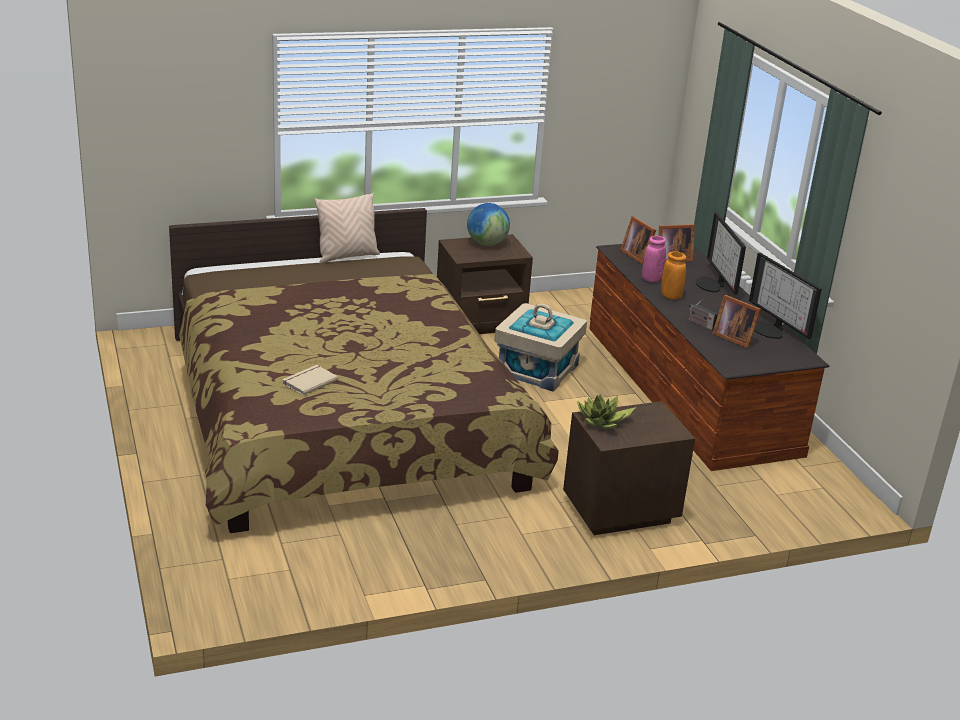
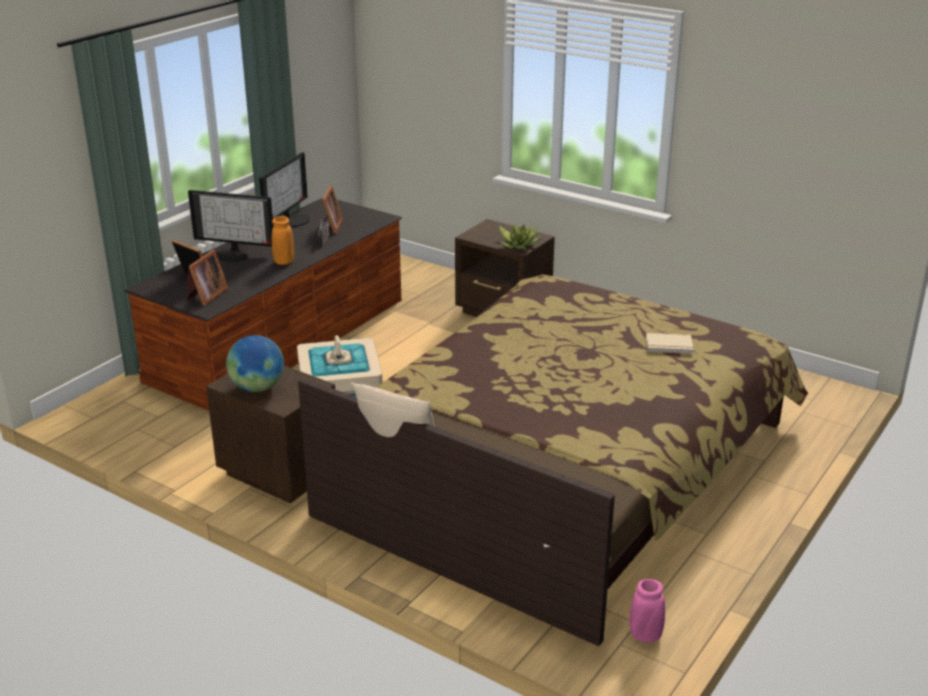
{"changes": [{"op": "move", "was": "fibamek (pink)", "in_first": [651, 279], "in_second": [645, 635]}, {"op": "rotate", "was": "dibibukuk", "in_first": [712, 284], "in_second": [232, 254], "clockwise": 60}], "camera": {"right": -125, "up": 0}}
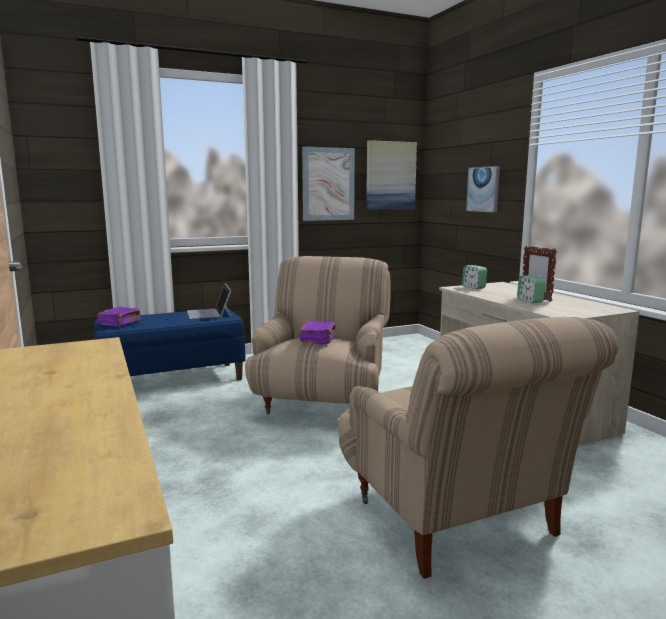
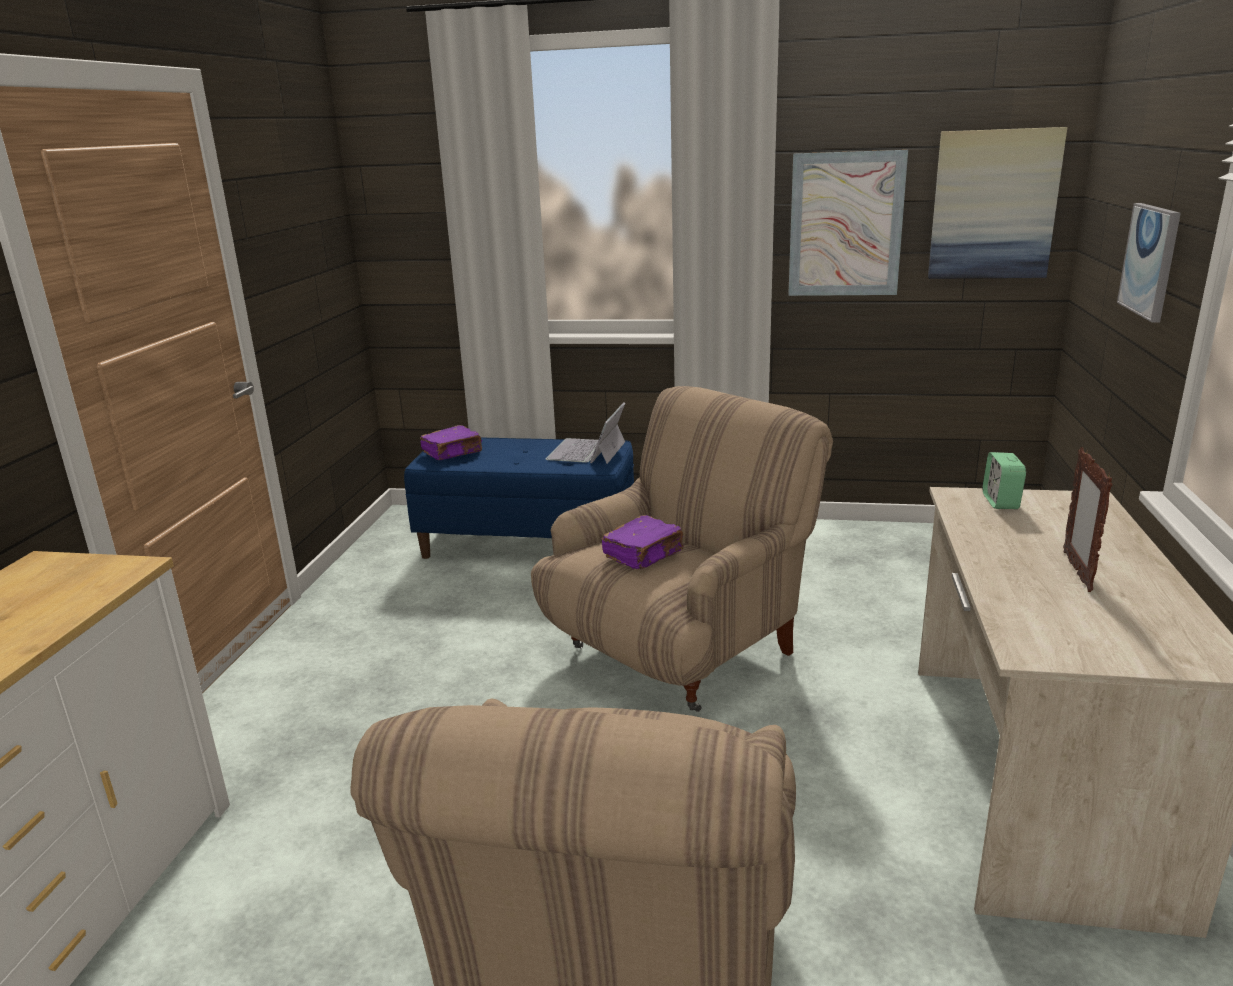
{"changes": [{"op": "delete", "was": "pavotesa", "in_first": [530, 301]}], "camera": {"right": 35, "up": 10}}
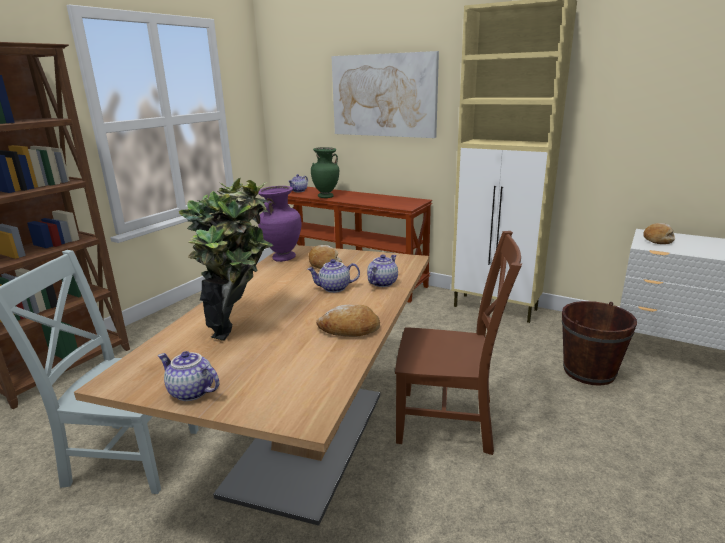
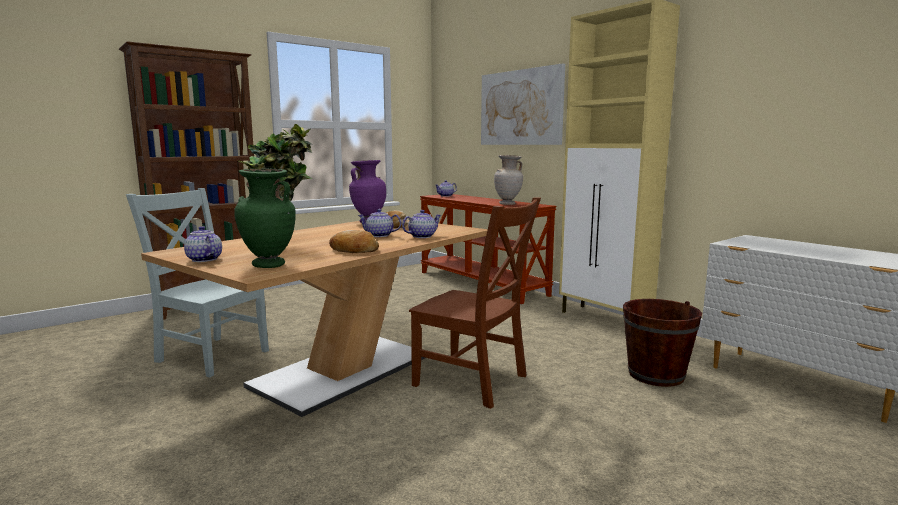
{"changes": [{"op": "delete", "was": "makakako", "in_first": [658, 239]}, {"op": "insert", "now": "fibamek (beige)", "in_second": [507, 204]}, {"op": "move", "was": "fibamek (green)", "in_first": [326, 197], "in_second": [268, 265]}], "camera": {"right": 20, "up": -10}}
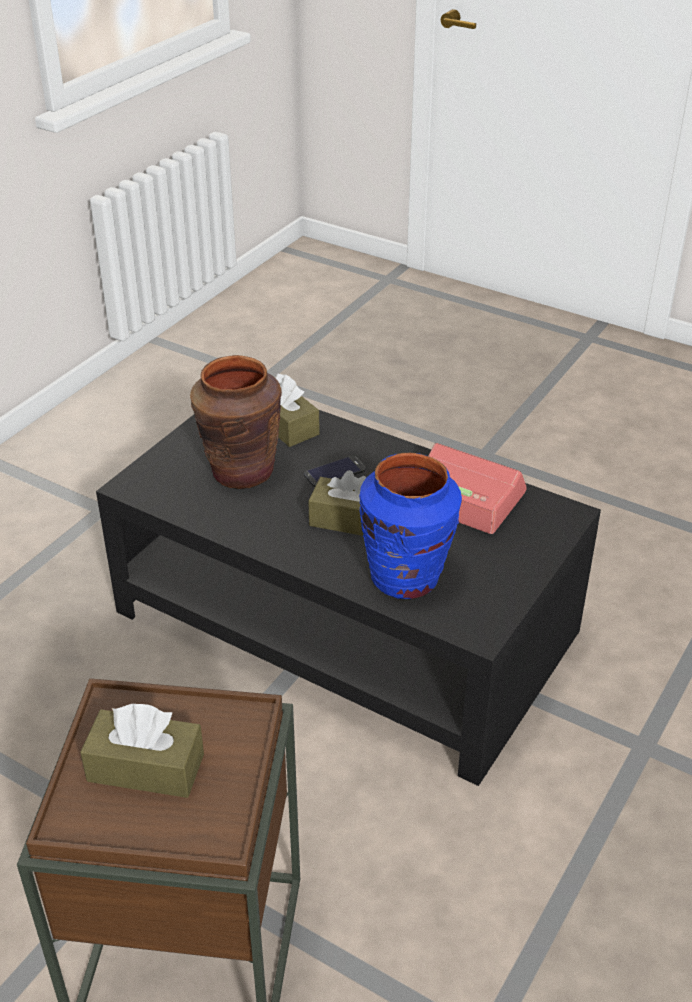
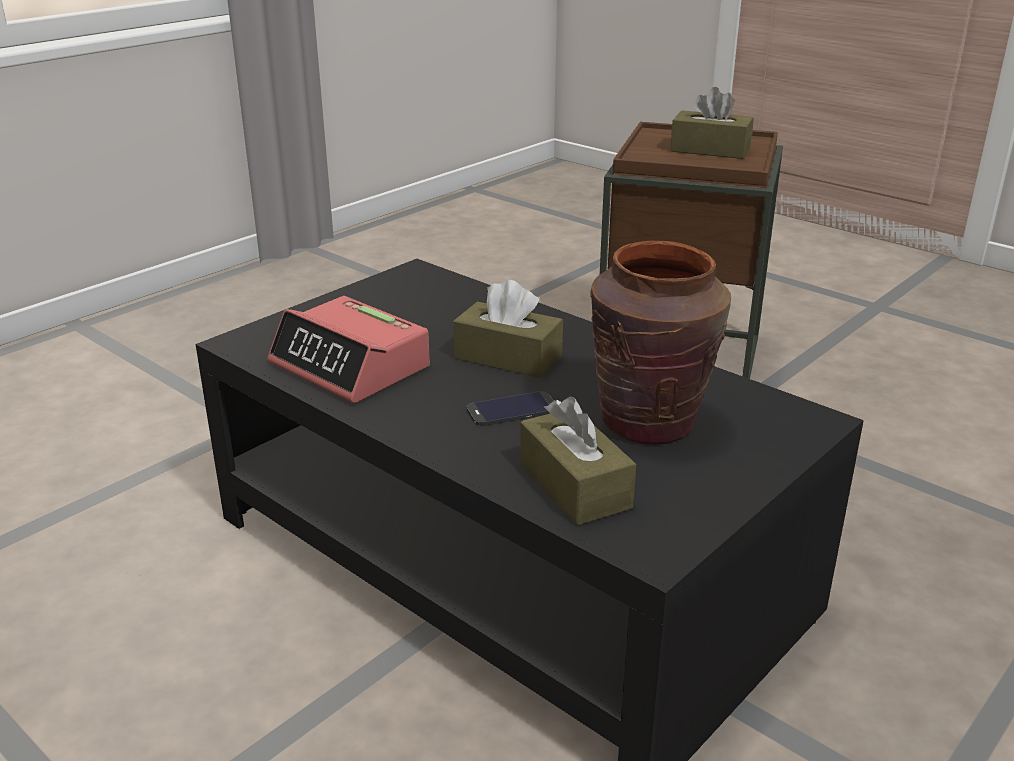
{"changes": [{"op": "delete", "was": "fibamek (blue)", "in_first": [406, 578]}], "camera": {"right": -170, "up": -10}}
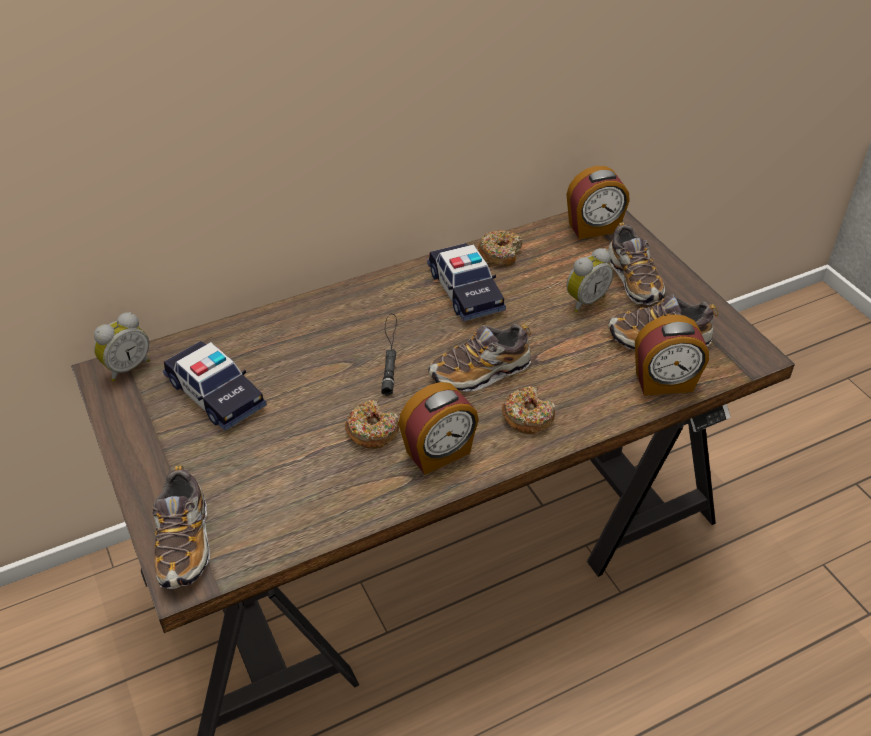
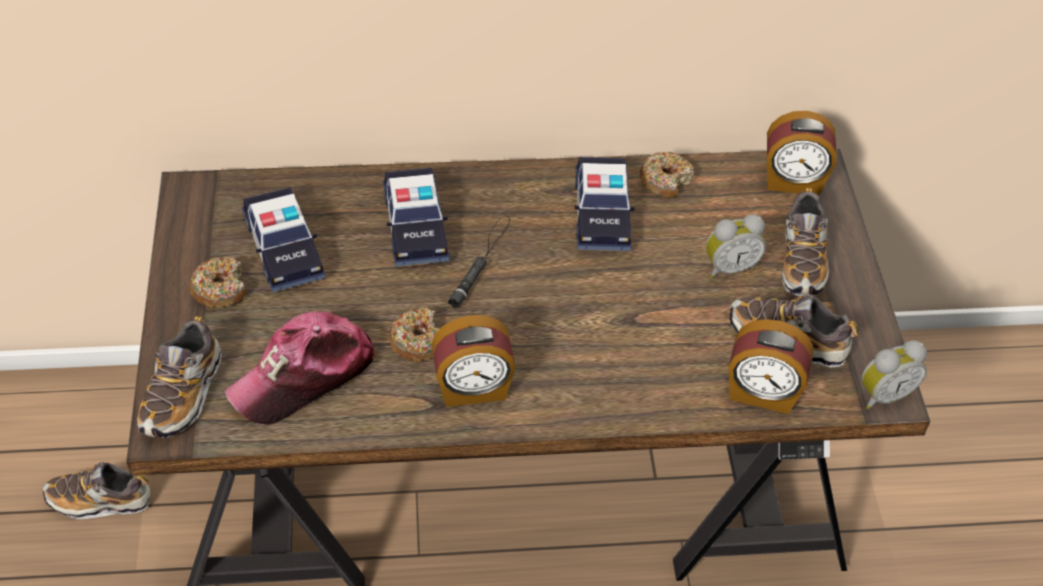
{"changes": [{"op": "insert", "now": "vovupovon", "in_second": [304, 376]}, {"op": "insert", "now": "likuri", "in_second": [415, 226]}, {"op": "move", "was": "pavotesa", "in_first": [127, 367], "in_second": [883, 394]}, {"op": "move", "was": "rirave", "in_first": [480, 372], "in_second": [100, 501]}, {"op": "move", "was": "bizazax", "in_first": [527, 417], "in_second": [220, 289]}], "camera": {"right": 20, "up": 5}}
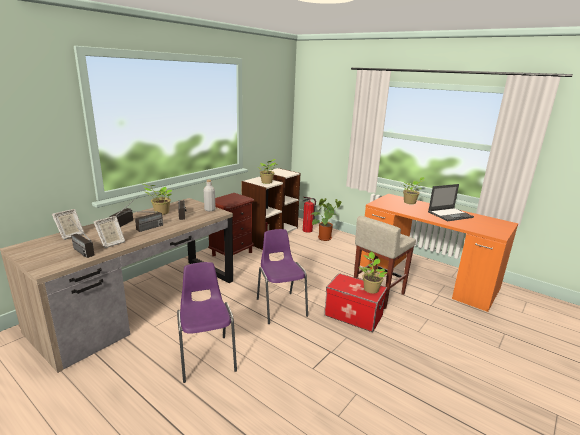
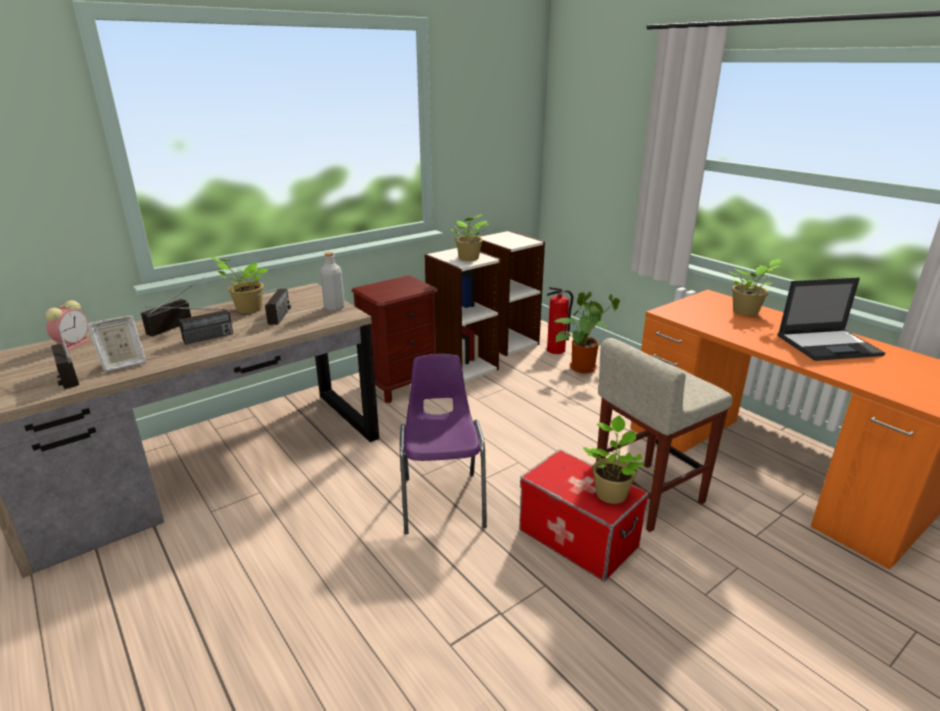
{"changes": [{"op": "delete", "was": "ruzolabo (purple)", "in_first": [206, 356]}, {"op": "replace", "was": "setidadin", "now": "pavotesa", "in_first": [70, 235], "in_second": [74, 344]}], "camera": {"right": 15, "up": 5}}
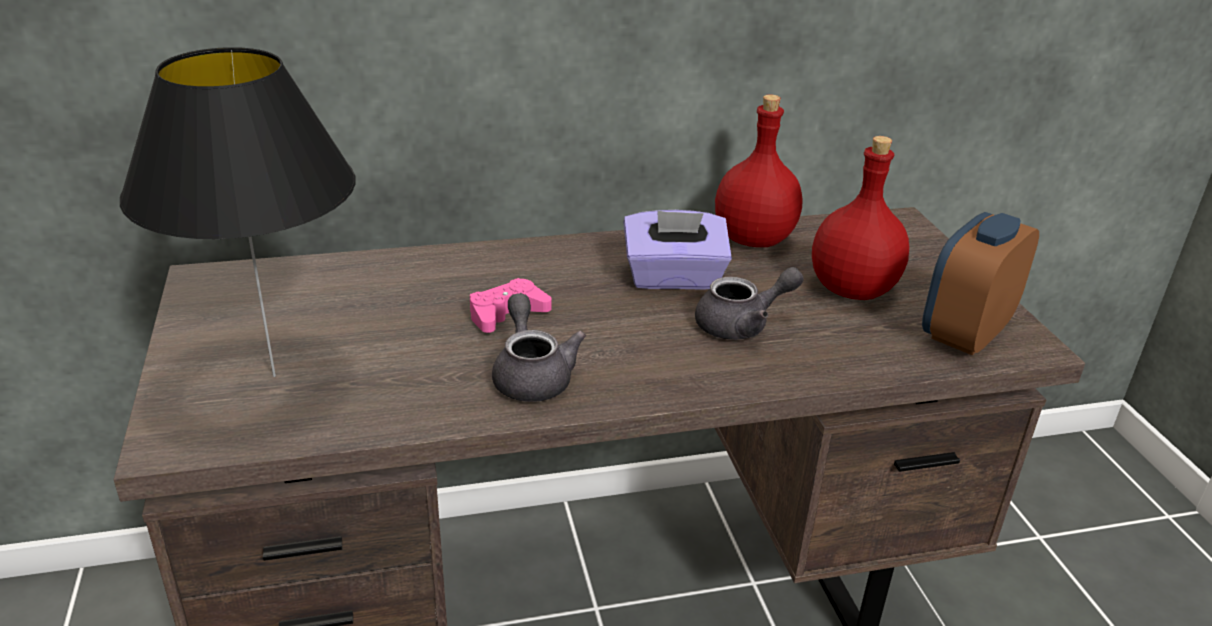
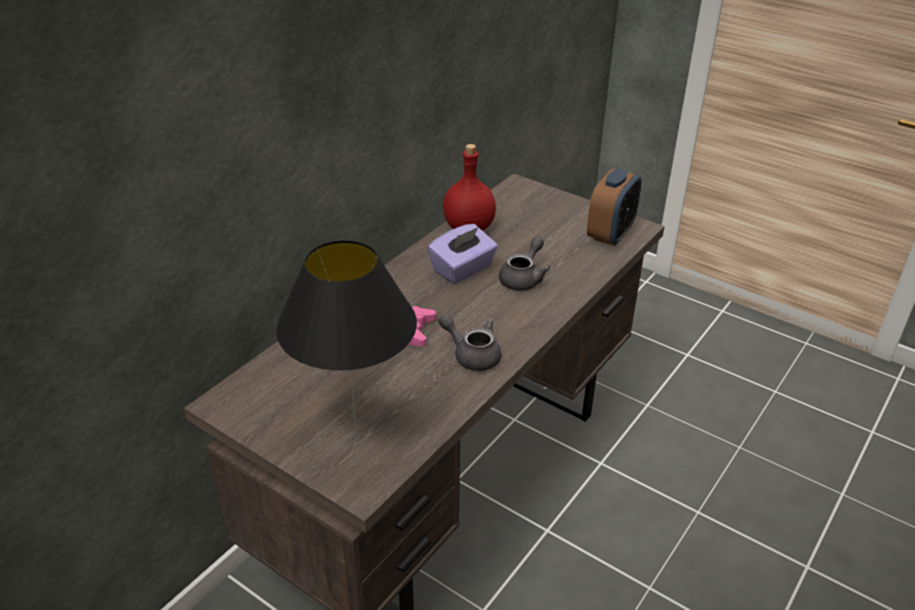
{"changes": [{"op": "delete", "was": "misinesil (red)", "in_first": [854, 290]}, {"op": "rotate", "was": "pavotesa", "in_first": [965, 333], "in_second": [610, 234], "clockwise": -150}], "camera": {"right": -40, "up": 5}}
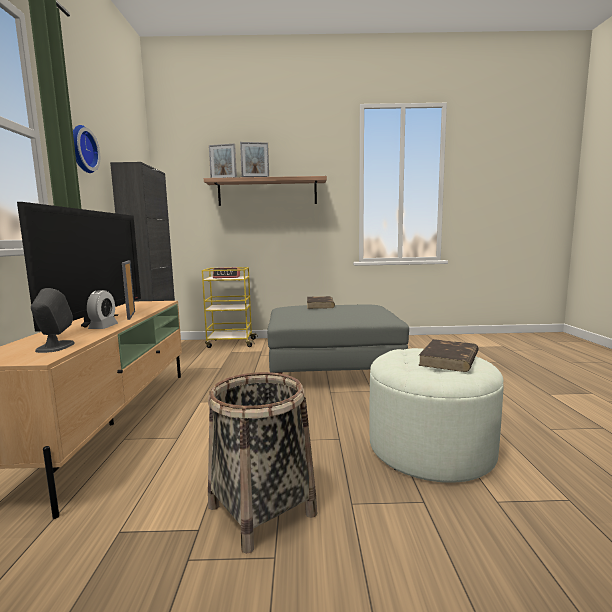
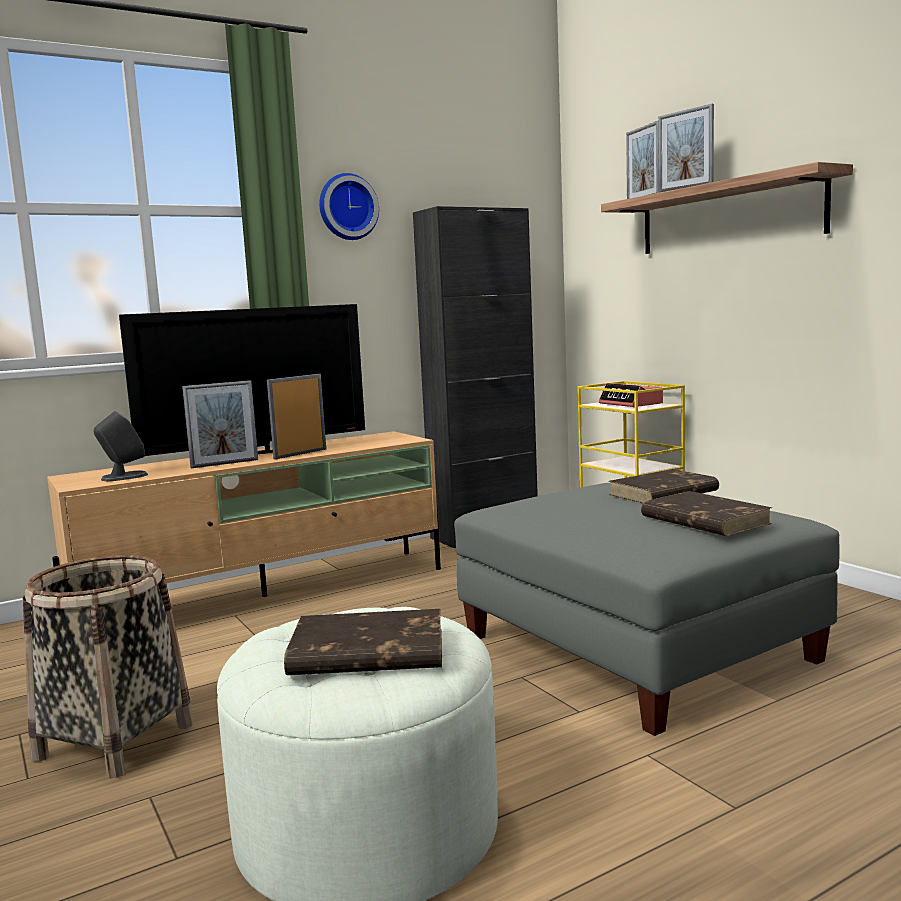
{"changes": [{"op": "insert", "now": "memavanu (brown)", "in_second": [703, 520]}, {"op": "replace", "was": "pavotesa", "now": "setidadin", "in_first": [103, 327], "in_second": [224, 463]}], "camera": {"right": 60, "up": 0}}
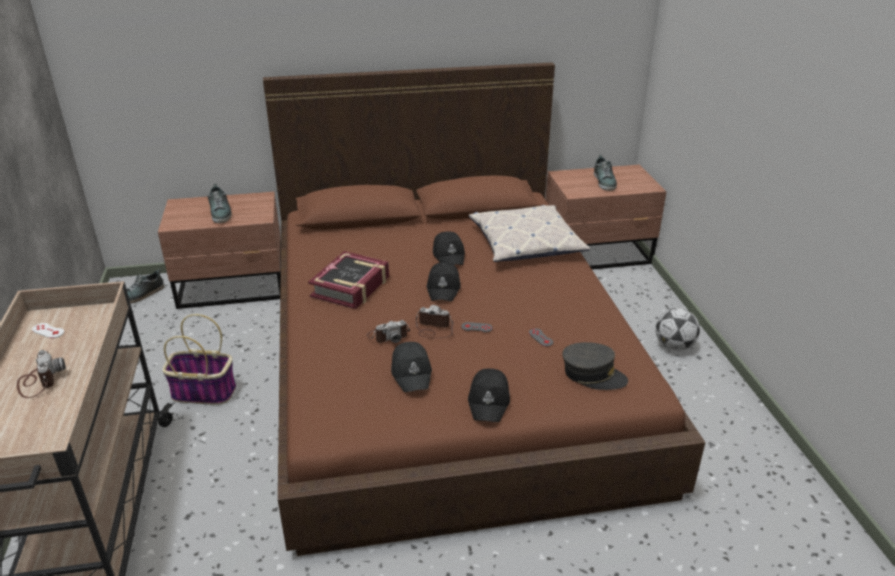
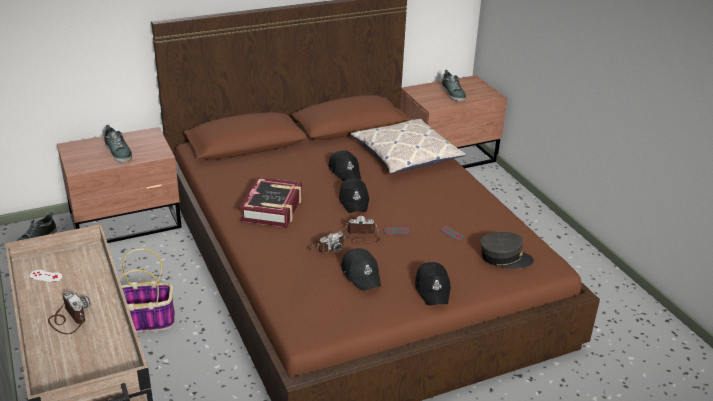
{"changes": [{"op": "delete", "was": "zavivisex", "in_first": [674, 346]}], "camera": {"right": -15, "up": 0}}
